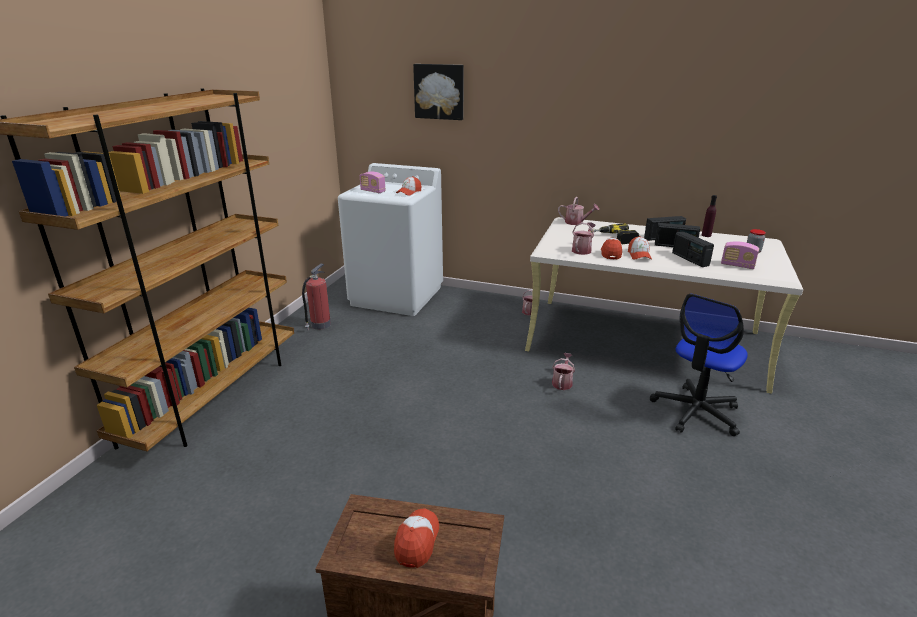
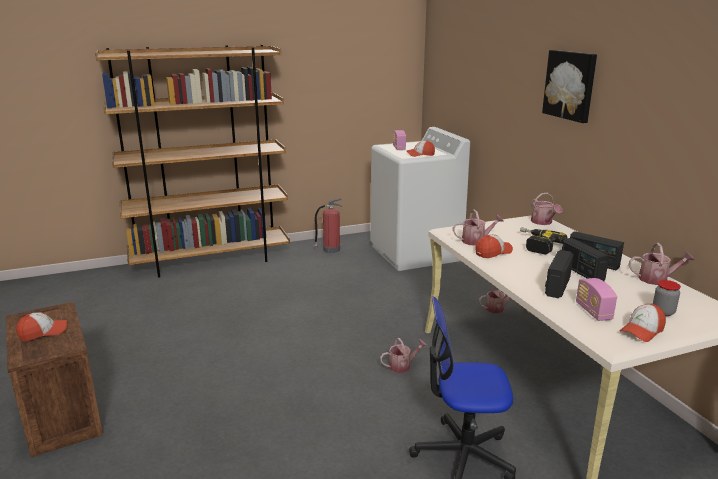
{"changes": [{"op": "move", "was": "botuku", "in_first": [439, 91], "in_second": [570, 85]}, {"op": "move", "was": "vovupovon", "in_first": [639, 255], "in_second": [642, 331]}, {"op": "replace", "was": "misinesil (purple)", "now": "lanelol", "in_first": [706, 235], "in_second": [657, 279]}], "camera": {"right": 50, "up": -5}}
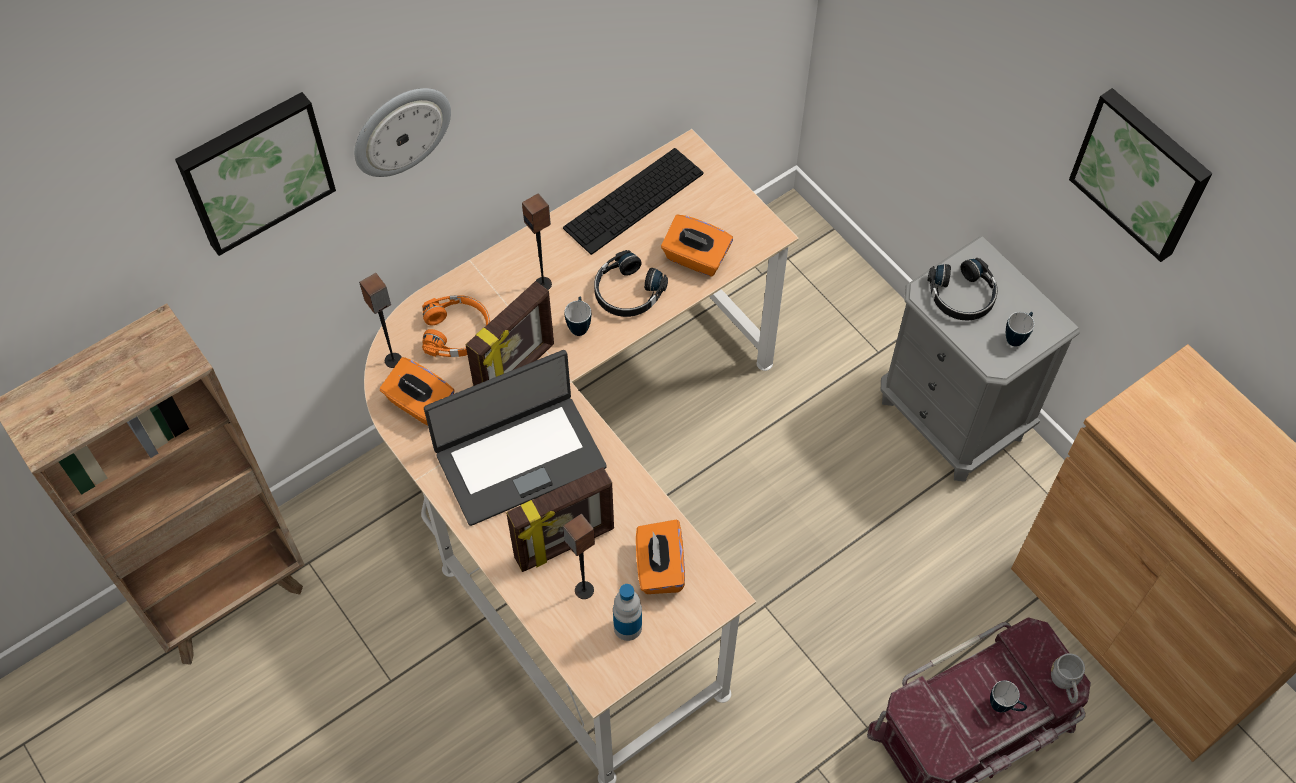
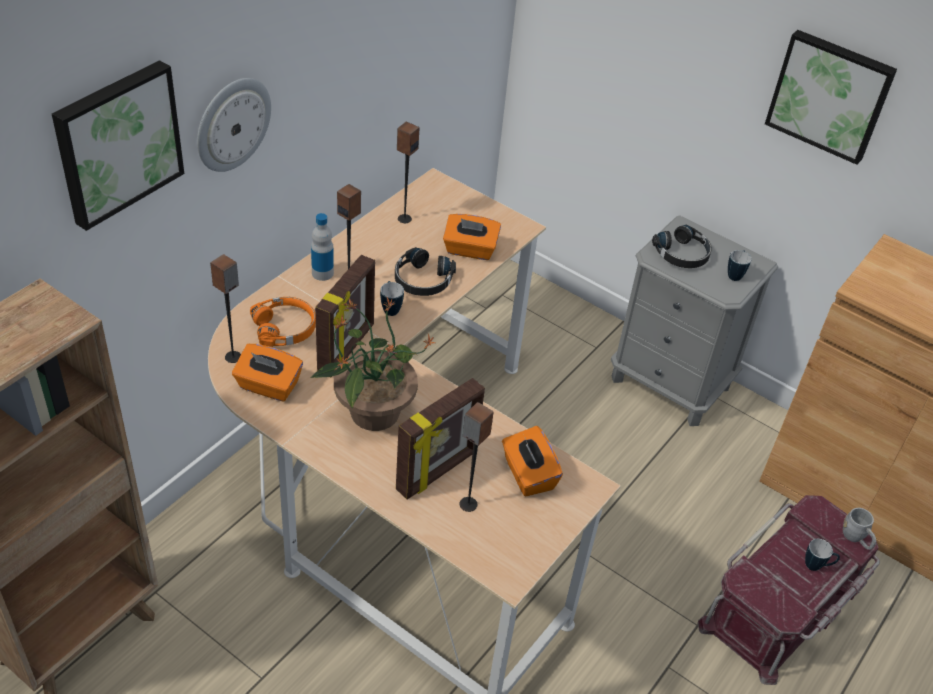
{"changes": [{"op": "move", "was": "misinesil", "in_first": [627, 627], "in_second": [322, 273]}, {"op": "replace", "was": "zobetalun", "now": "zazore", "in_first": [519, 458], "in_second": [373, 412]}, {"op": "replace", "was": "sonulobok", "now": "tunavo", "in_first": [633, 201], "in_second": [404, 218]}], "camera": {"right": -20, "up": -15}}
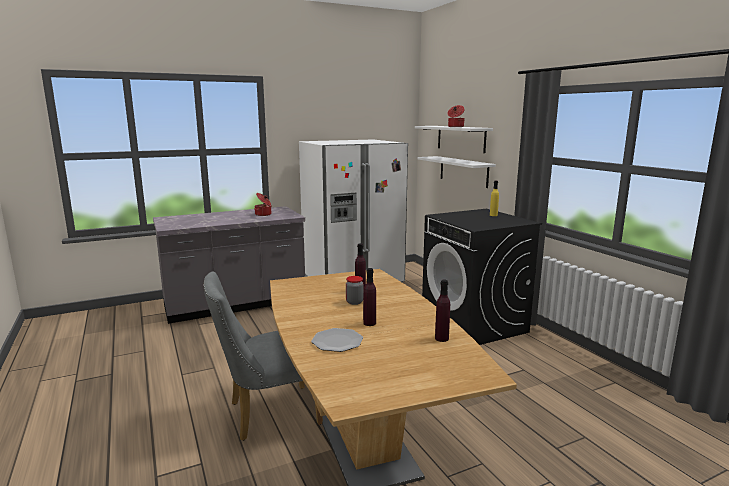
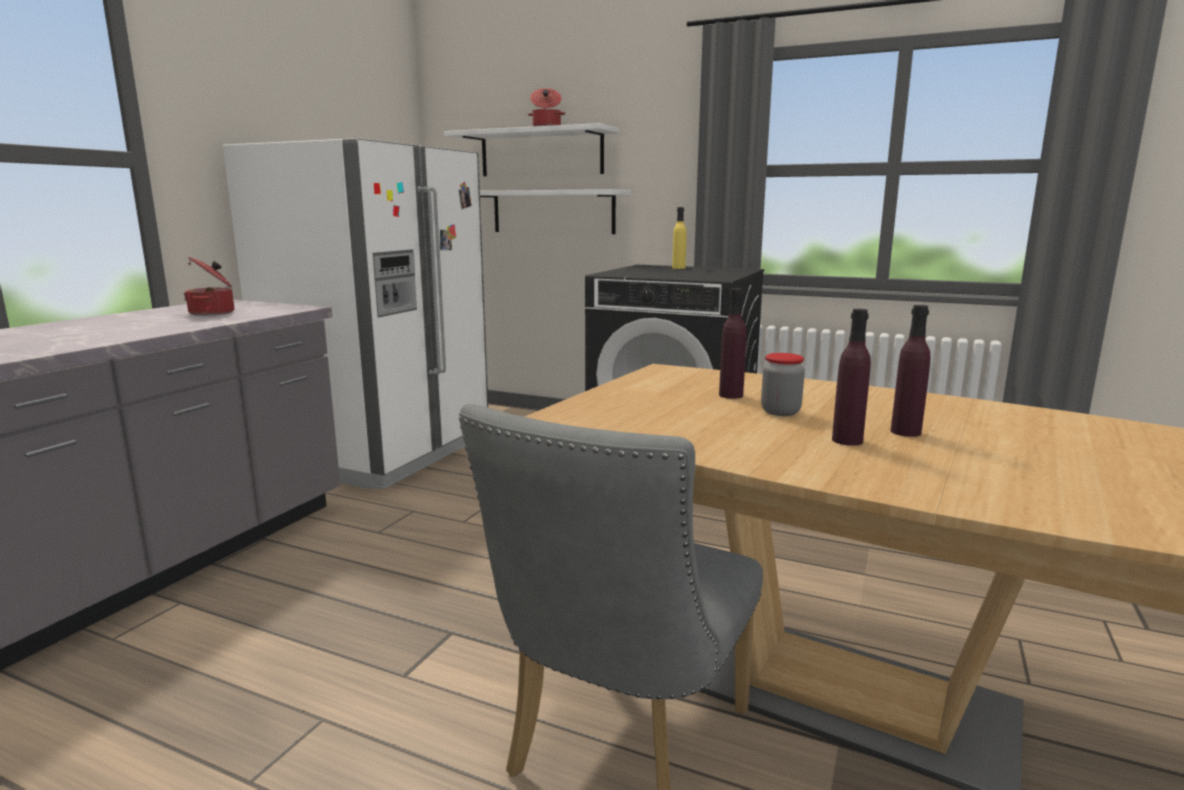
{"changes": [{"op": "delete", "was": "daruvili", "in_first": [337, 341]}, {"op": "move", "was": "misinesil (purple)", "in_first": [441, 338], "in_second": [847, 440]}], "camera": {"right": -40, "up": 0}}
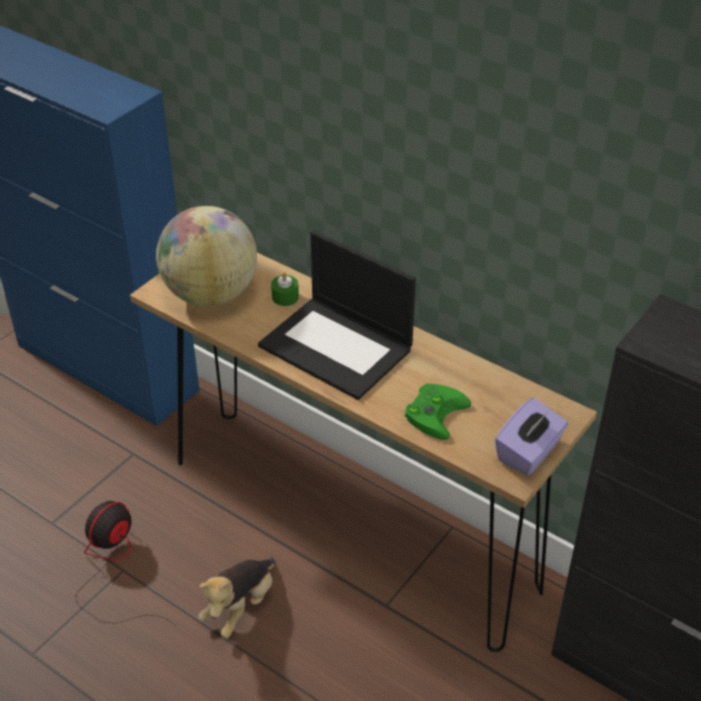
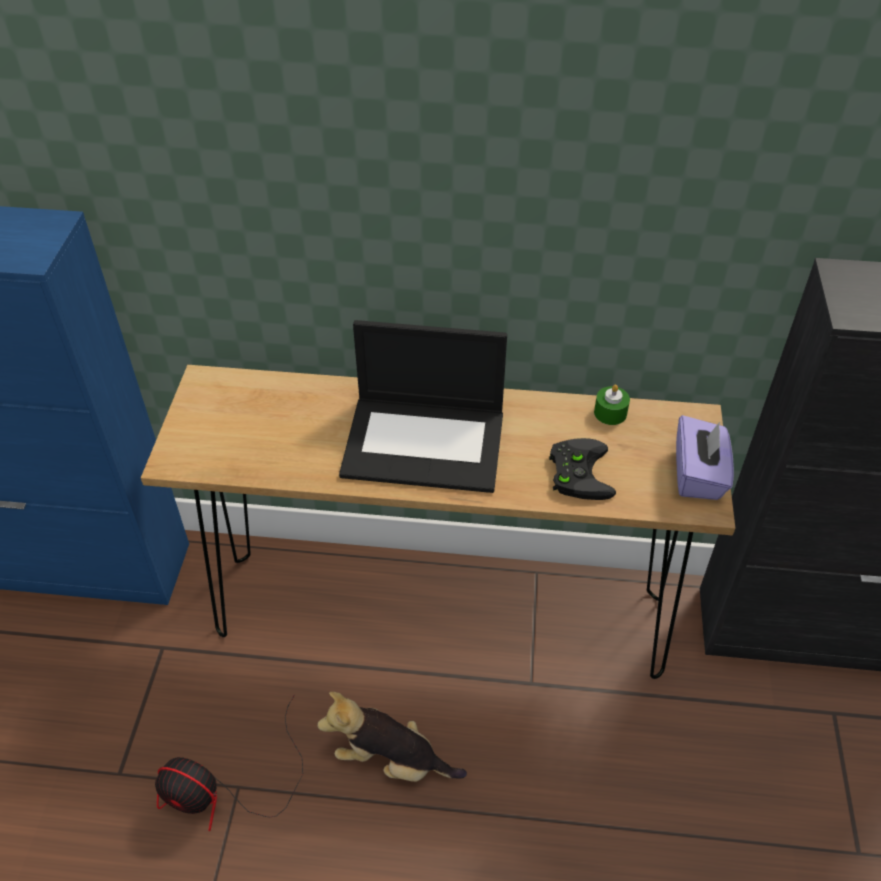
{"changes": [{"op": "delete", "was": "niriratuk", "in_first": [210, 294]}, {"op": "move", "was": "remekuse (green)", "in_first": [285, 297], "in_second": [610, 413]}, {"op": "recolor", "was": "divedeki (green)", "now": "divedeki (black)", "in_first": [434, 411], "in_second": [577, 471]}, {"op": "rotate", "was": "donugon", "in_first": [113, 568], "in_second": [226, 790], "clockwise": -75}, {"op": "rotate", "was": "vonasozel", "in_first": [240, 606], "in_second": [391, 760], "clockwise": 105}], "camera": {"right": -30, "up": 5}}
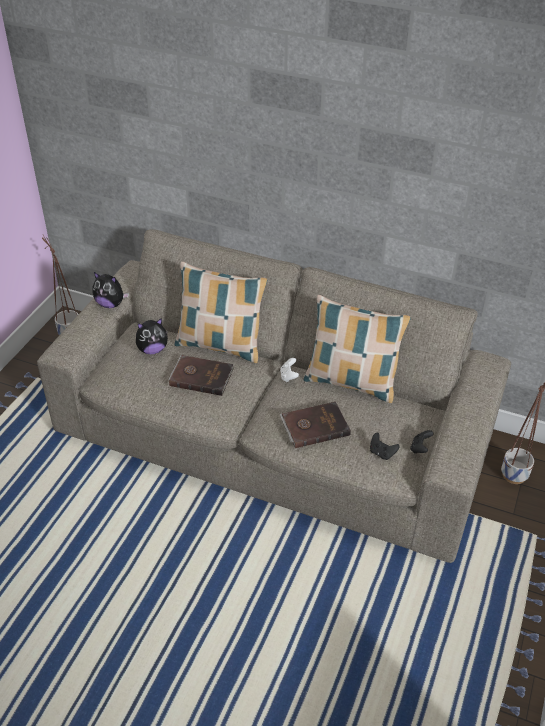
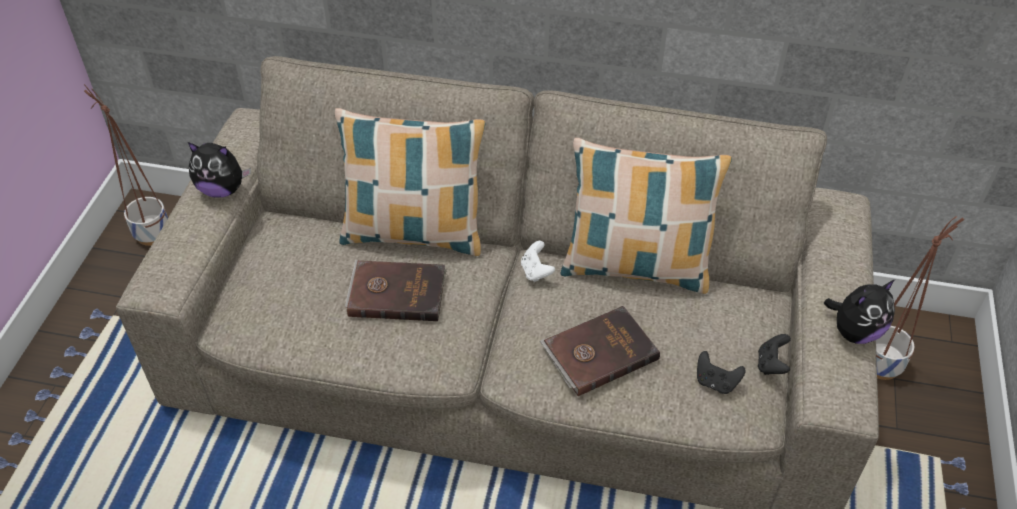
{"changes": [{"op": "move", "was": "vonasozel", "in_first": [152, 349], "in_second": [854, 331]}], "camera": {"right": -10, "up": 5}}
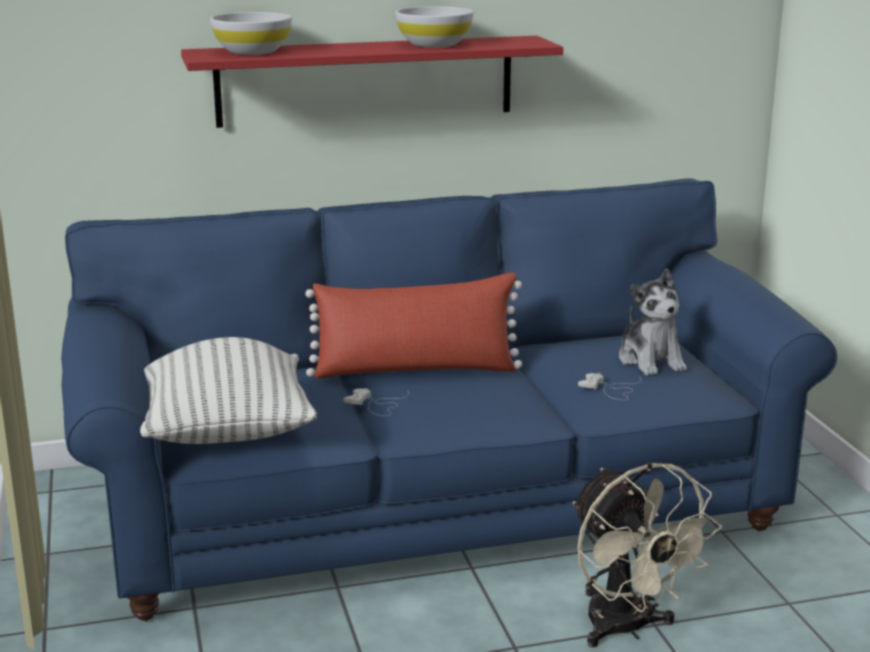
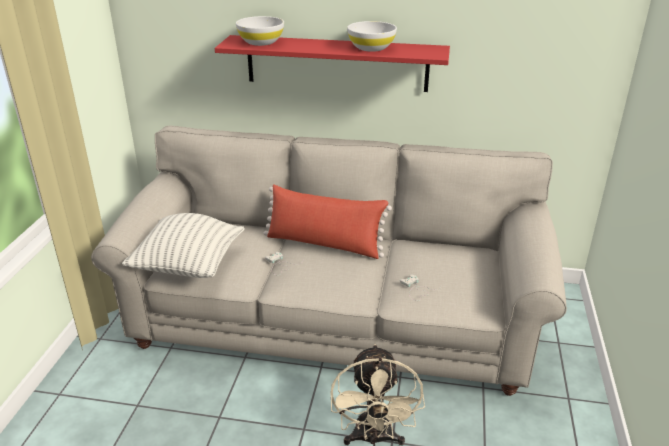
{"changes": [{"op": "delete", "was": "vonasozel", "in_first": [651, 360]}, {"op": "recolor", "was": "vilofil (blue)", "now": "vilofil (beige)", "in_first": [435, 502], "in_second": [334, 316]}], "camera": {"right": 25, "up": 10}}
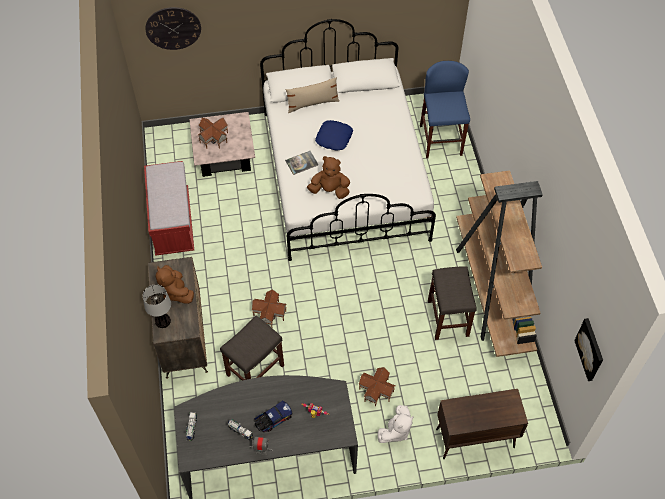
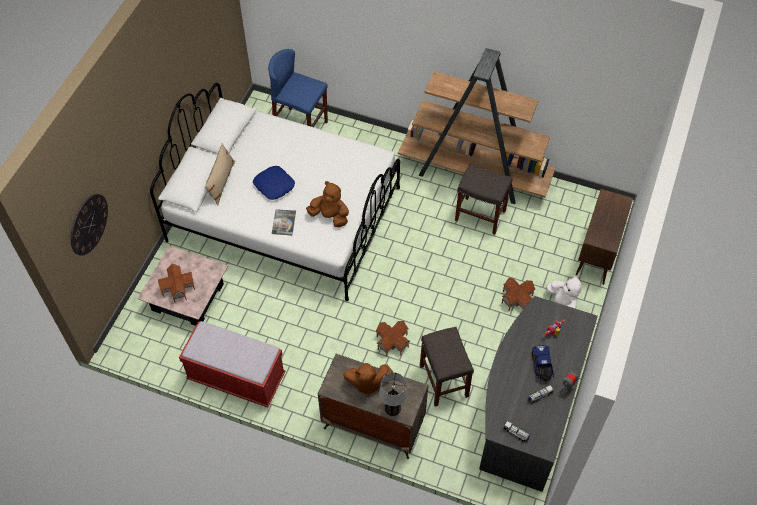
{"changes": [{"op": "delete", "was": "botuku", "in_first": [590, 349]}, {"op": "rotate", "was": "vonasozel (brown)", "in_first": [330, 190], "in_second": [330, 216], "clockwise": 75}], "camera": {"right": -60, "up": 0}}
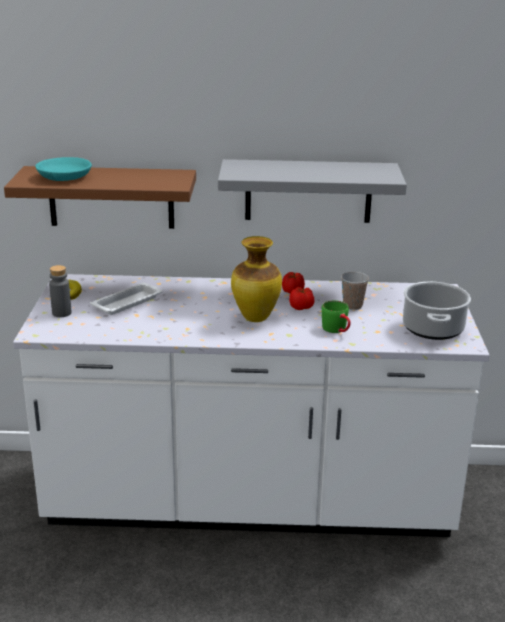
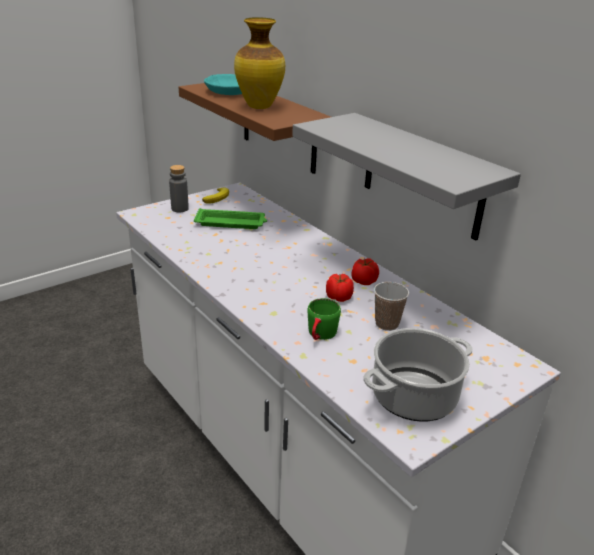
{"changes": [{"op": "move", "was": "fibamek", "in_first": [254, 318], "in_second": [259, 106]}, {"op": "recolor", "was": "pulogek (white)", "now": "pulogek (green)", "in_first": [128, 302], "in_second": [231, 223]}], "camera": {"right": 50, "up": 5}}
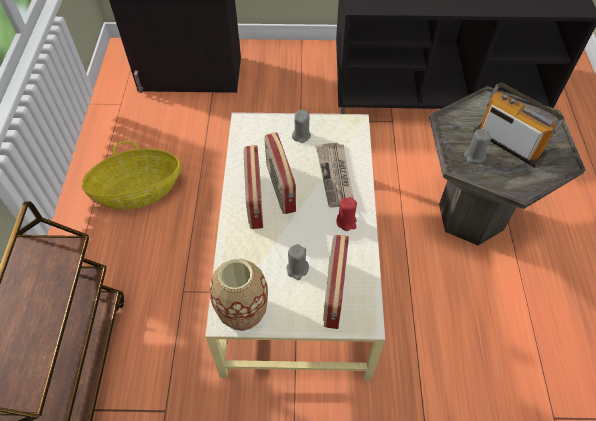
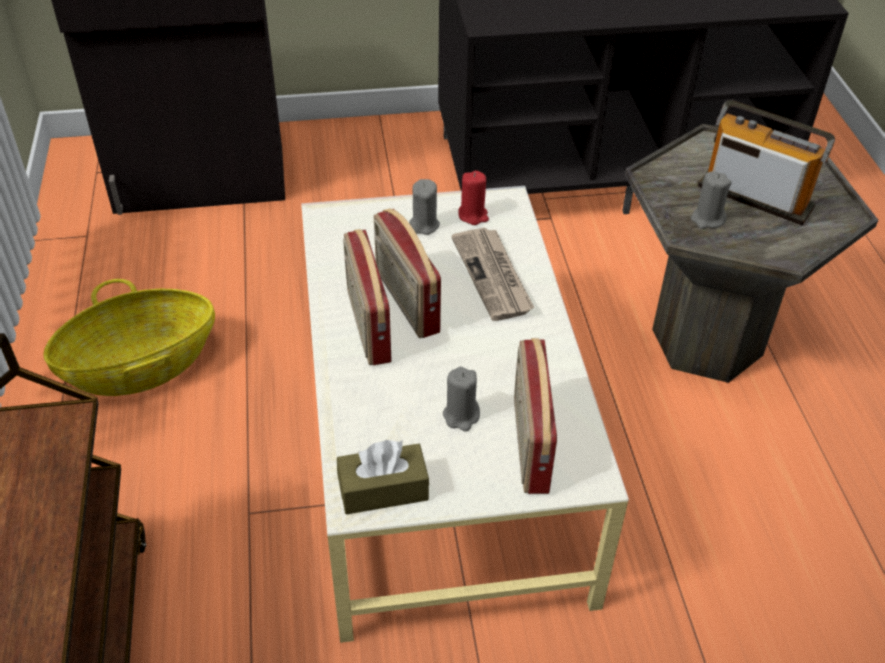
{"changes": [{"op": "move", "was": "remekuse (red)", "in_first": [346, 222], "in_second": [473, 215]}, {"op": "replace", "was": "fibamek", "now": "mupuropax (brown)", "in_first": [242, 312], "in_second": [383, 489]}], "camera": {"right": -10, "up": -10}}
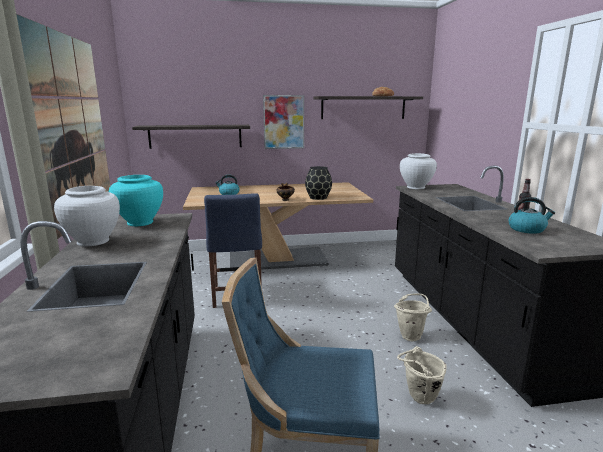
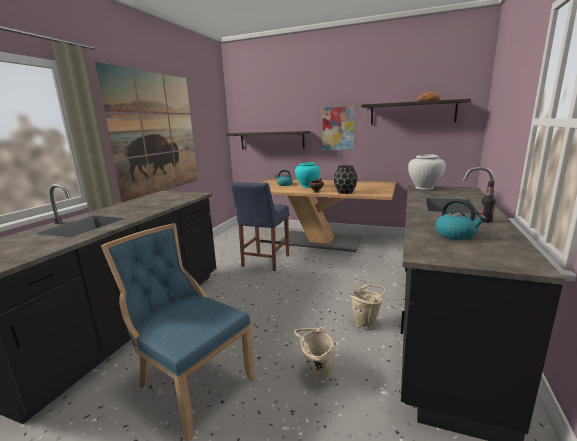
{"changes": [{"op": "delete", "was": "fibamek (white)", "in_first": [93, 241]}, {"op": "move", "was": "fibamek (turquoise)", "in_first": [140, 222], "in_second": [308, 186]}], "camera": {"right": 30, "up": 0}}
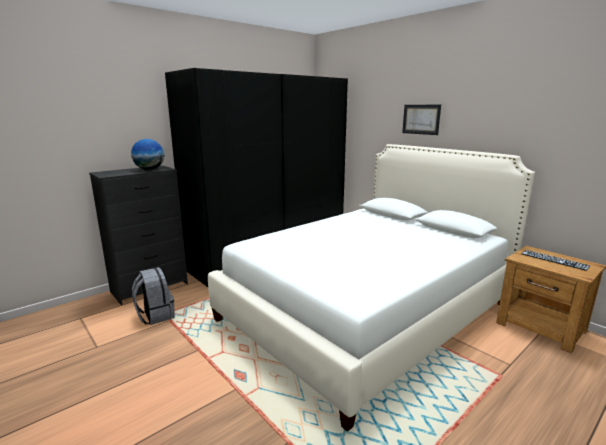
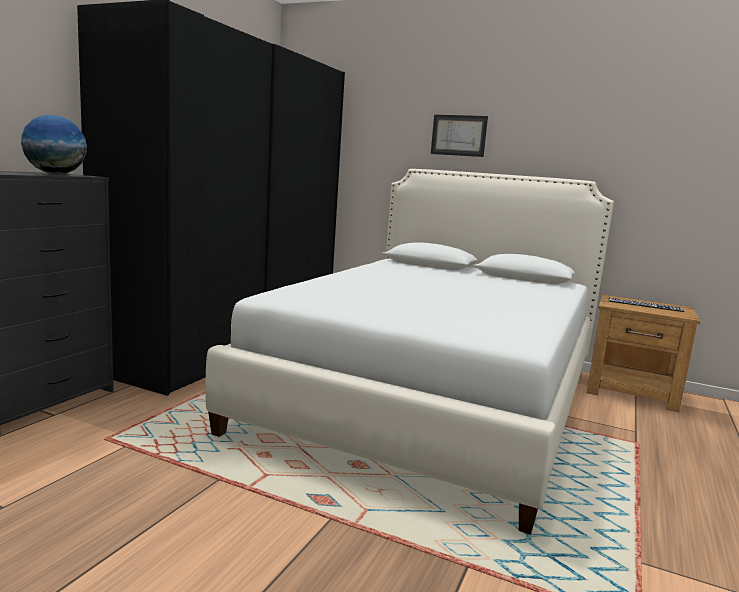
{"changes": [{"op": "delete", "was": "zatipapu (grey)", "in_first": [155, 315]}], "camera": {"right": -25, "up": -5}}
